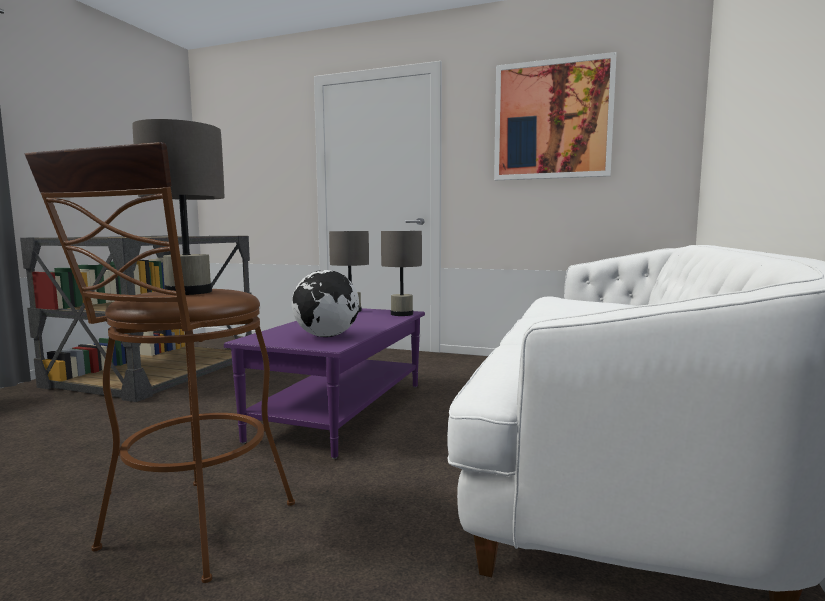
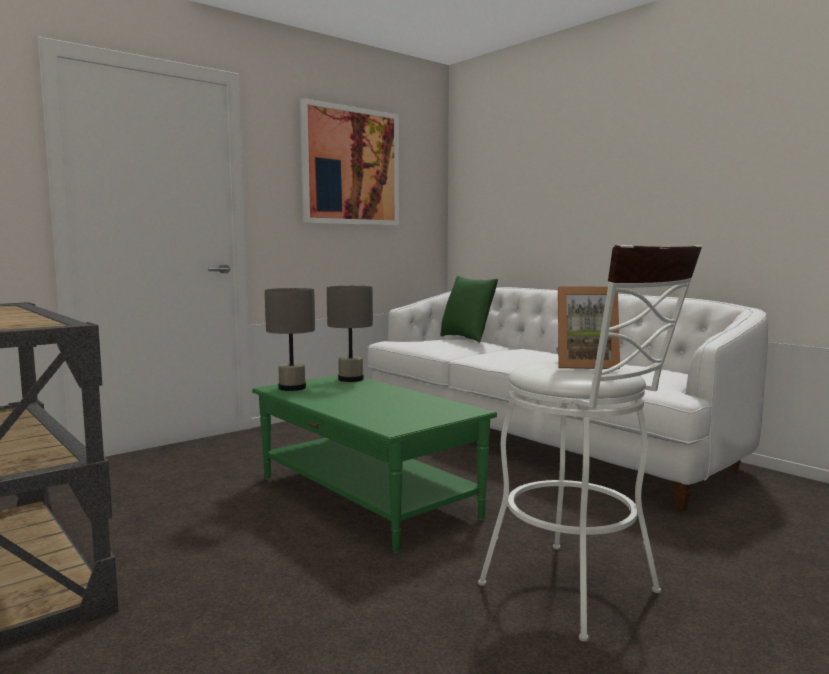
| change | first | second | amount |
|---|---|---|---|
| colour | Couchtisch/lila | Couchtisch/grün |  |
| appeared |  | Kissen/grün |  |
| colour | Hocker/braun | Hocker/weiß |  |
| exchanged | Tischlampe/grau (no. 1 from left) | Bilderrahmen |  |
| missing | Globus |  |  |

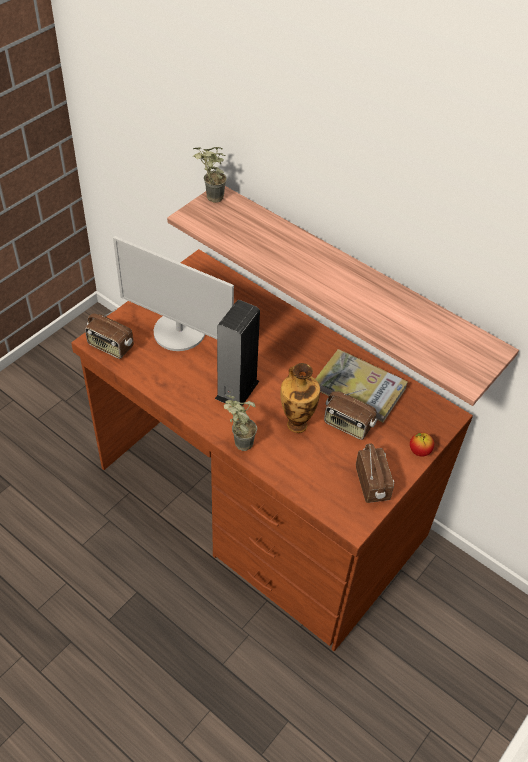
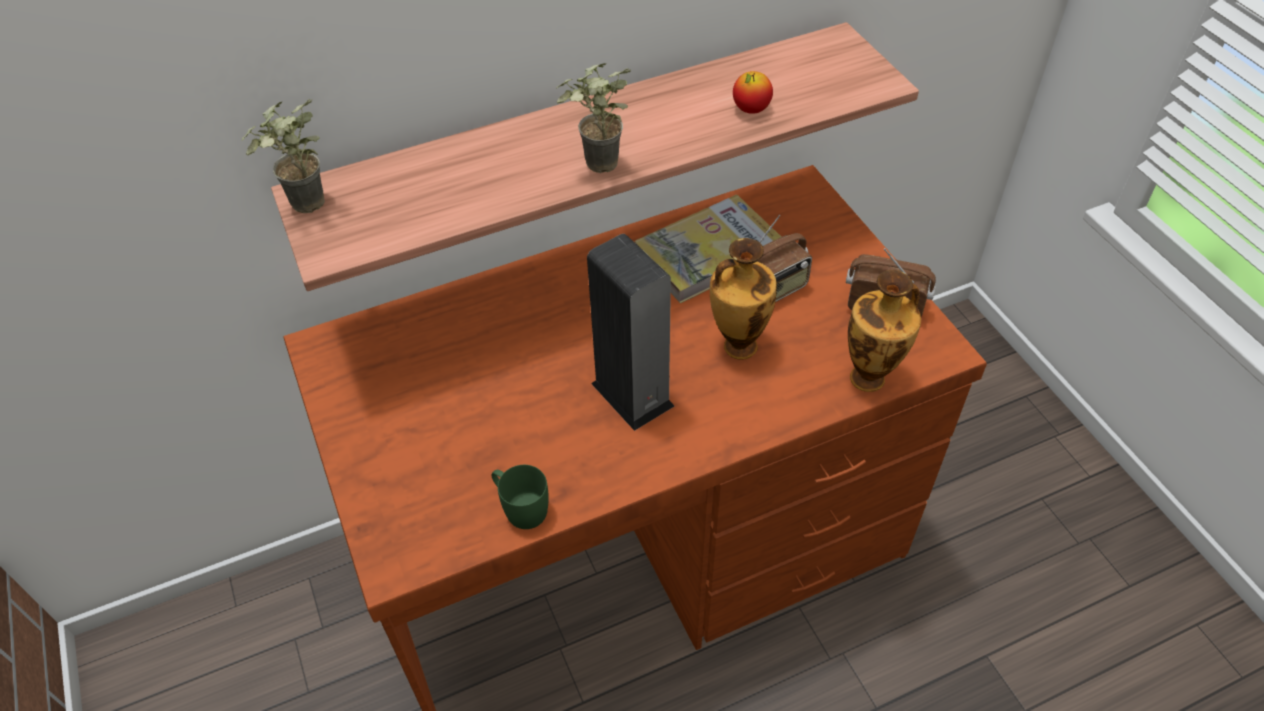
| change | first | second | amount |
|---|---|---|---|
| appeared |  | Henkelbecher/grün |  |
| relocated | Topfpflanze (no. 2 from left) |  |  |
| relocated | Apfel |  |  |
| appeared |  | Vase (no. 2 from left) |  |
| missing | Radio (no. 1 from left) |  |  |
| missing | Monitor |  |  |

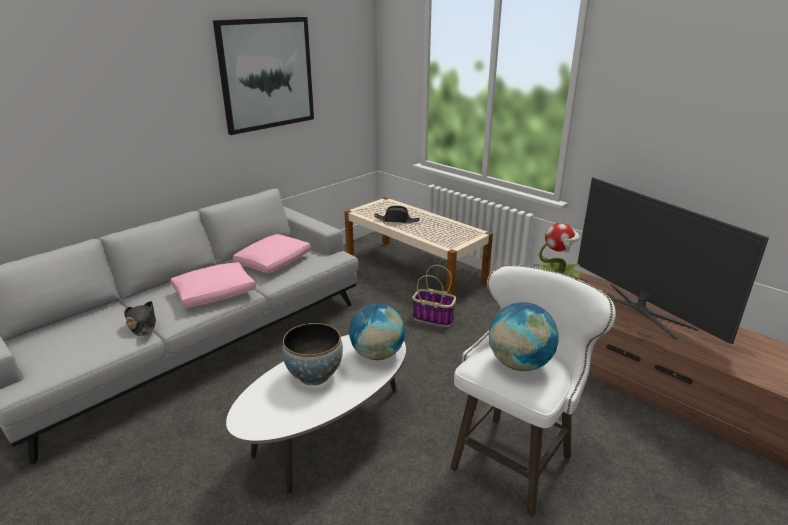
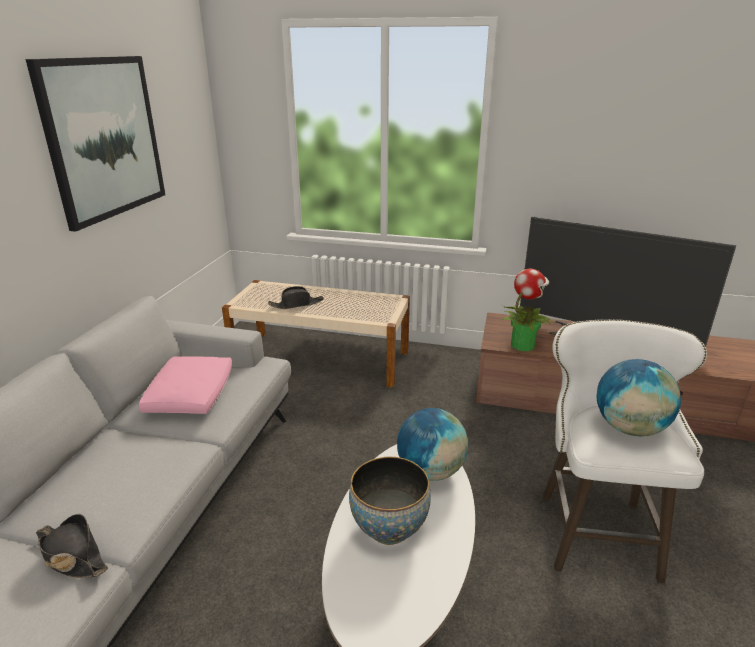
| change | first | second | amount |
|---|---|---|---|
| missing | Kissen/rosa (no. 1 from left) |  |  |
| missing | Korb |  |  |

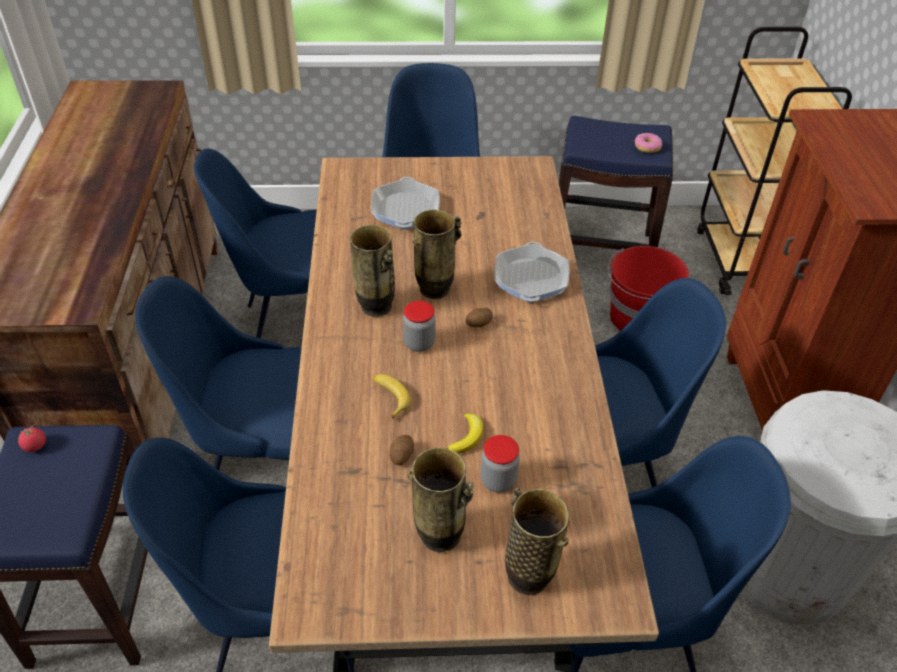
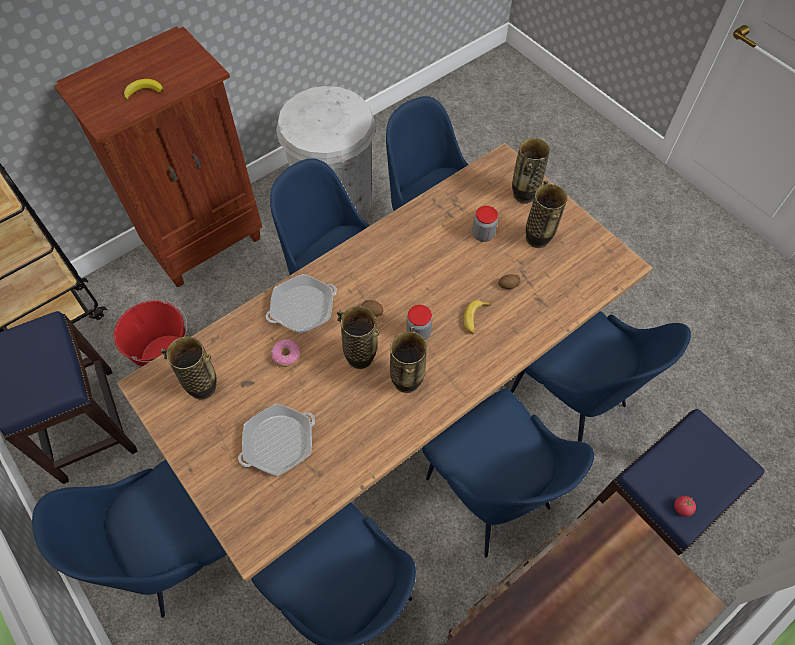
| change | first | second | amount |
|---|---|---|---|
| relocated | Banane (no. 2 from left in the first image) | Banane (no. 1 from left) |  |
| appeared |  | Vase (no. 1 from left) |  |
| relocated | Donut |  |  |

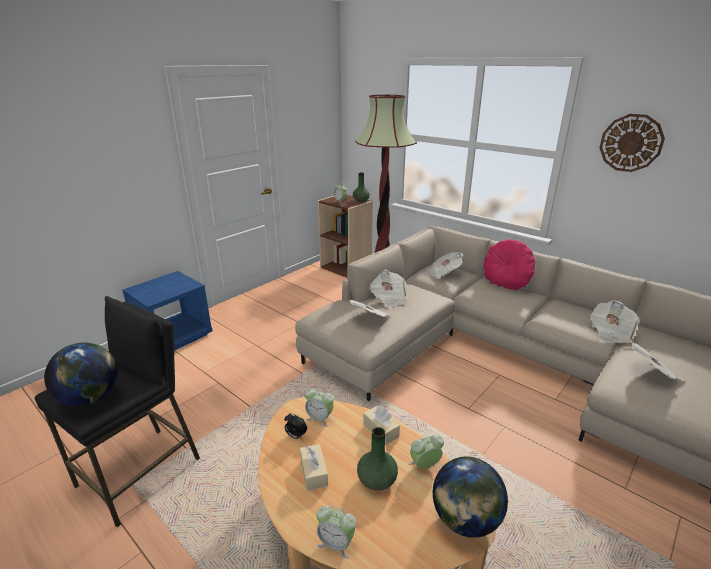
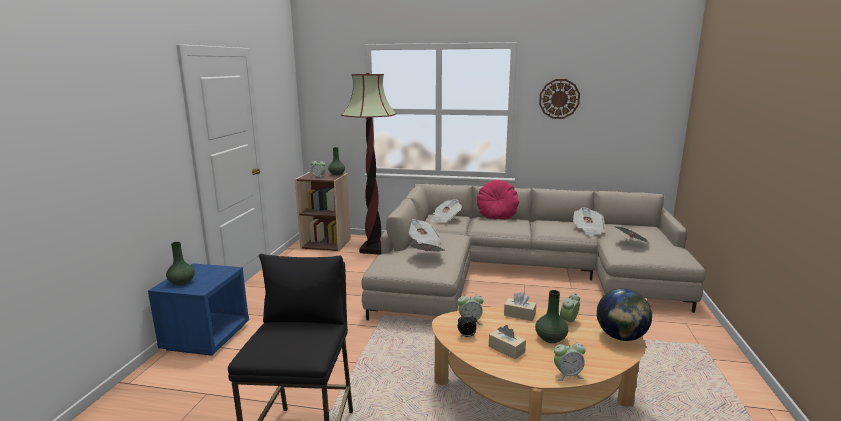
| change | first | second | amount |
|---|---|---|---|
| appeared |  | Vase/grün (no. 1 from left) |  |
| missing | Globus (no. 1 from left) |  |  |

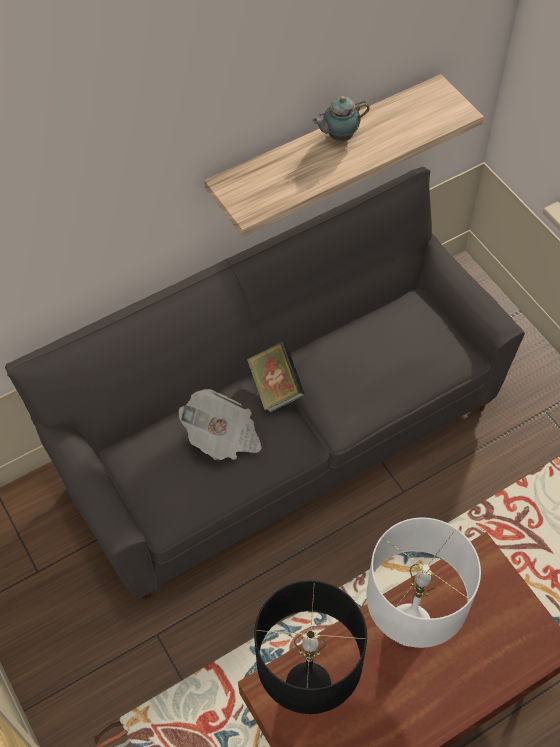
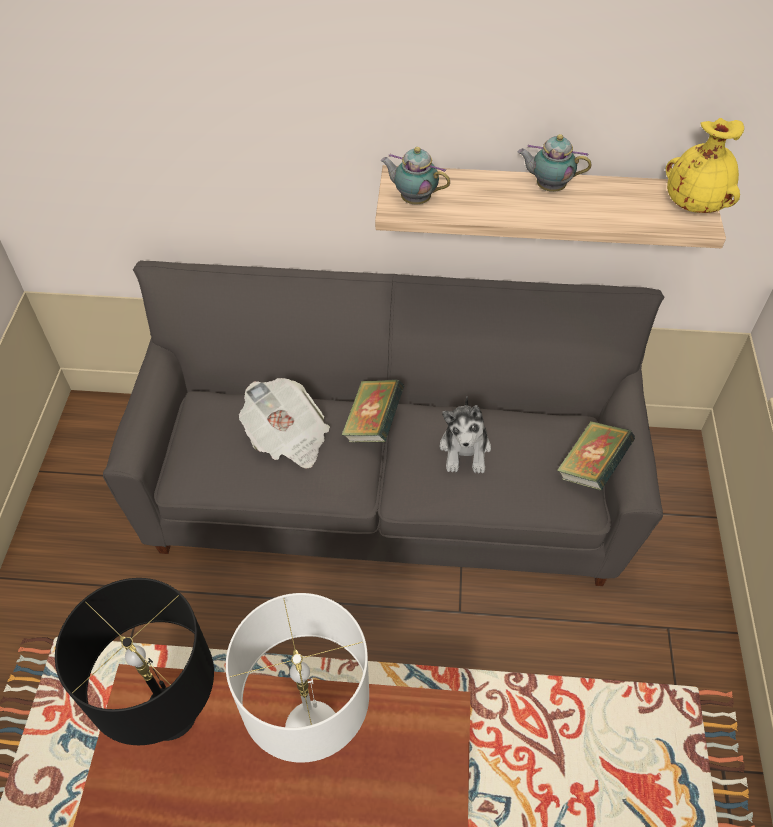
| change | first | second | amount |
|---|---|---|---|
| appeared |  | Teekanne (no. 1 from left) |  |
| appeared |  | Plüschtier |  |
| appeared |  | Buch (no. 2 from left) |  |
| appeared |  | Vase/gelb |  |

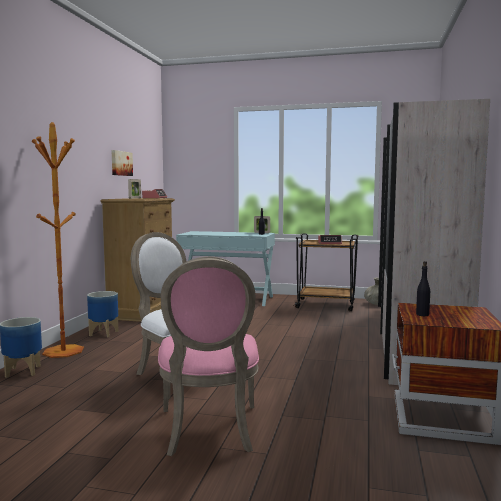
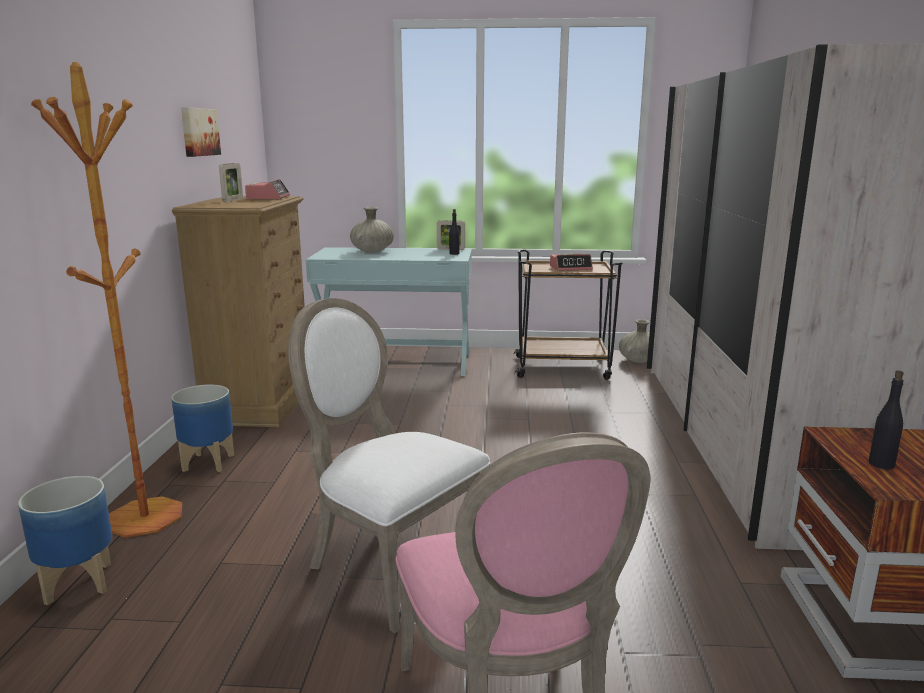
| change | first | second | amount |
|---|---|---|---|
| appeared |  | Vase/beige (no. 1 from left) |  |

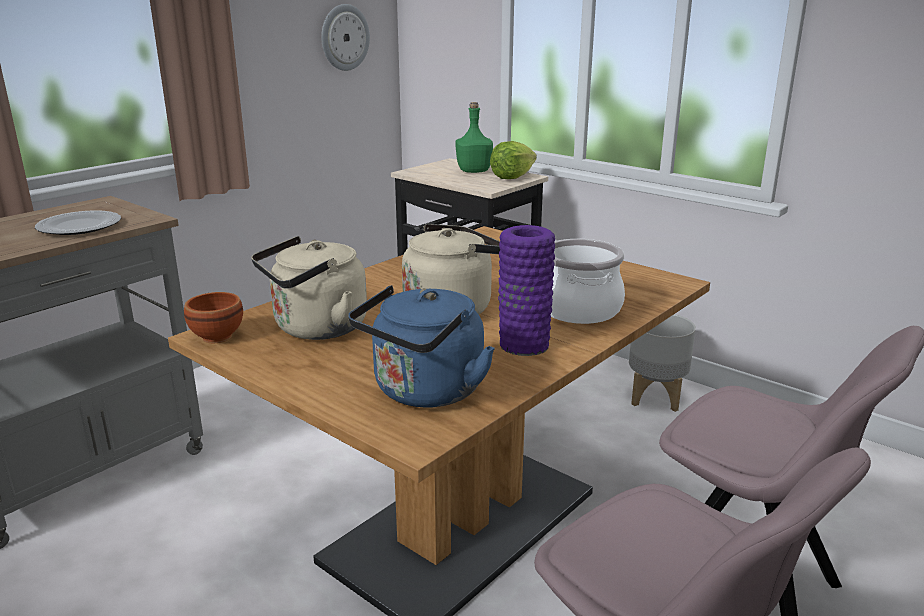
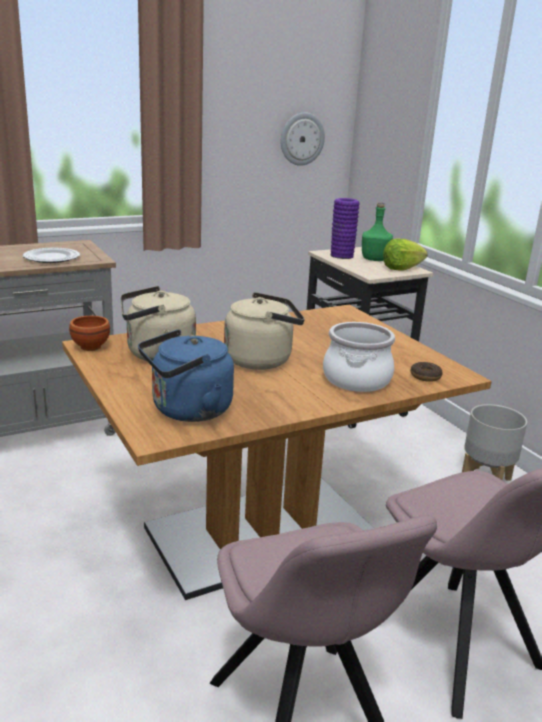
| change | first | second | amount |
|---|---|---|---|
| relocated | Vase/lila |  |  |
| appeared |  | Donut |  |

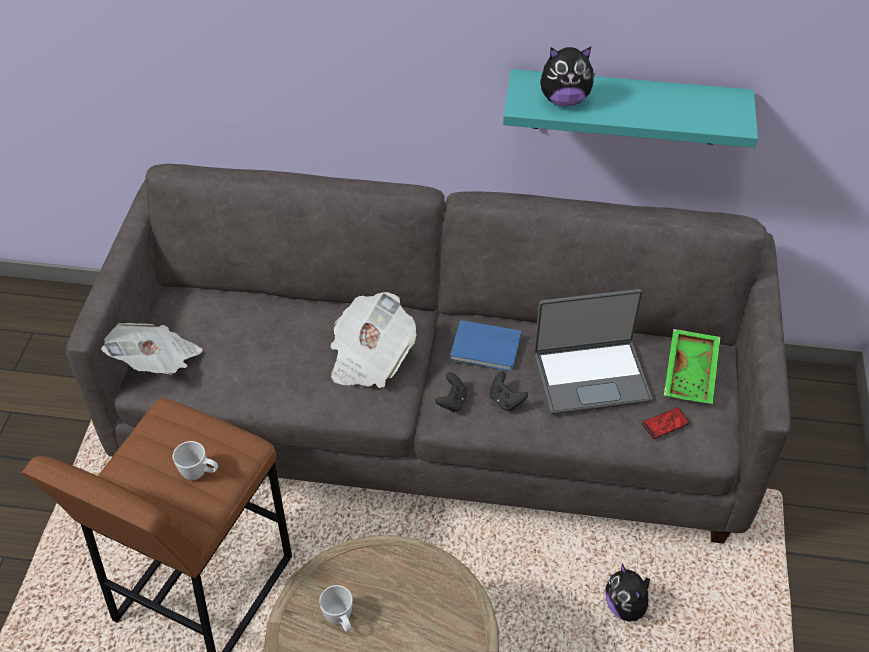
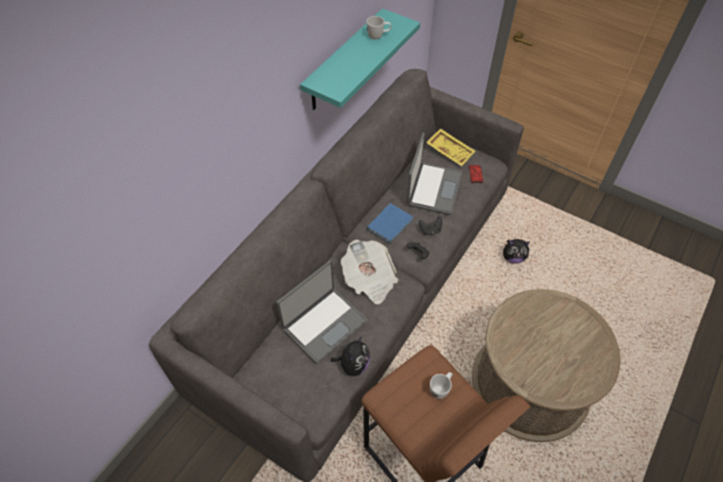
| change | first | second | amount |
|---|---|---|---|
| appeared |  | Laptop (no. 1 from left) |  |
| relocated | Plüschtier (no. 1 from left) |  |  |
| relocated | Henkelbecher/weiß (no. 2 from left in the first image) | Henkelbecher/weiß (no. 1 from left) |  |
| colour | Tablett/grün | Tablett/gelb |  |
| missing | Zeitung (no. 1 from left) |  |  |

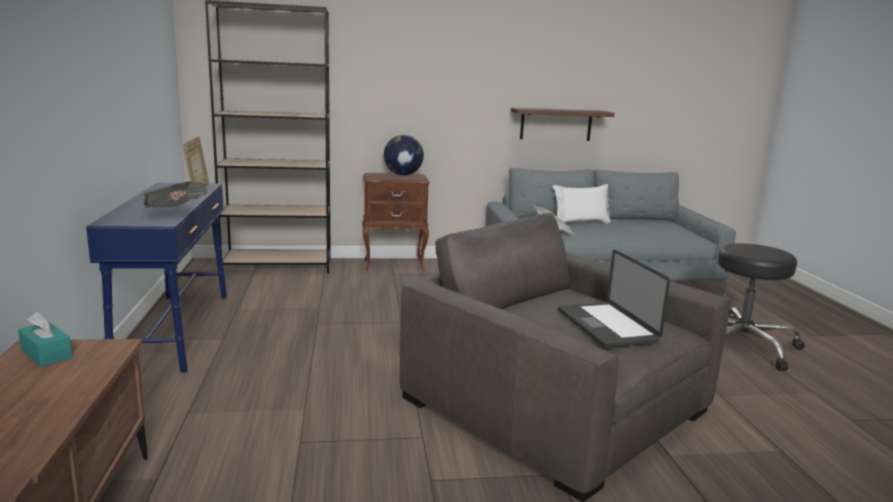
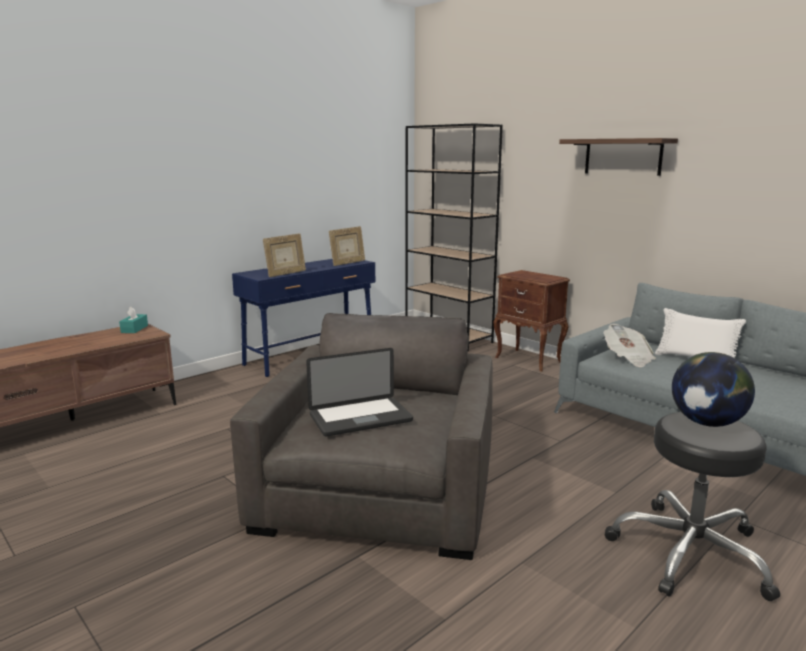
| change | first | second | amount |
|---|---|---|---|
| exchanged | Zeitung (no. 1 from left) | Bilderrahmen (no. 1 from left) |  |
| spun | Laptop |  | 150 degrees counterclockwise |
| relocated | Wandregal |  |  |
| relocated | Globus |  |  |

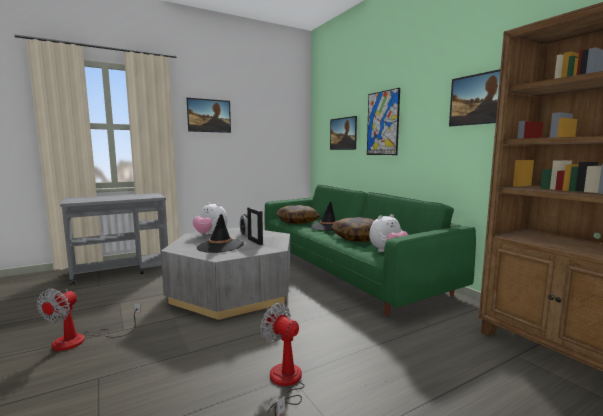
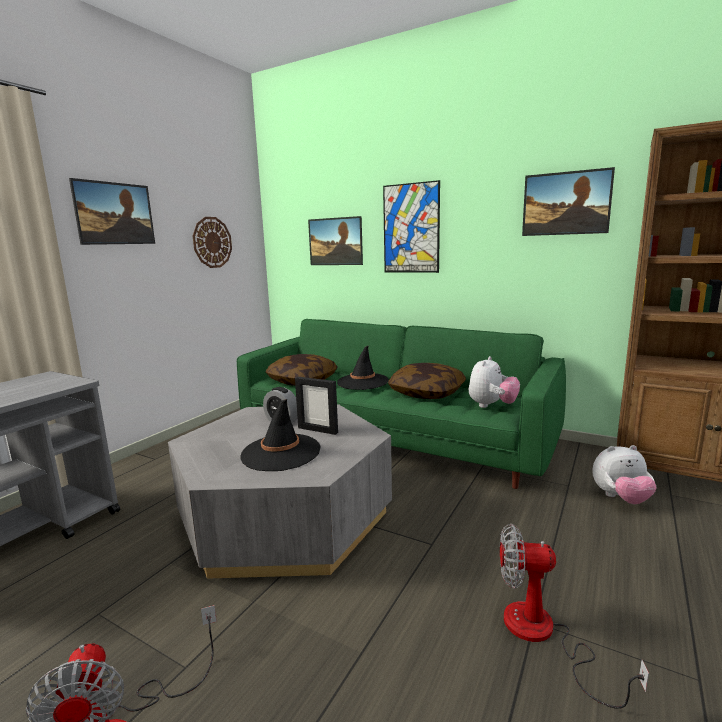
| change | first | second | amount |
|---|---|---|---|
| appeared |  | Wanduhr |  |
| relocated | Plüschtier (no. 1 from left in the first image) | Plüschtier (no. 2 from left) |  |

